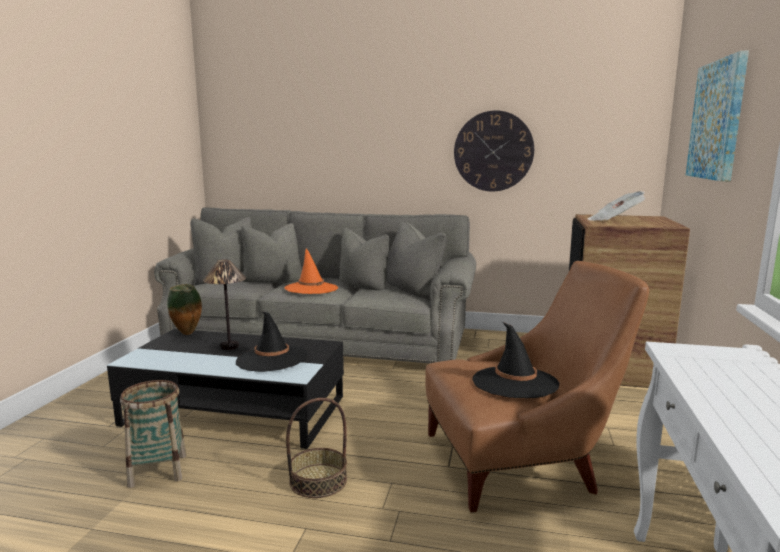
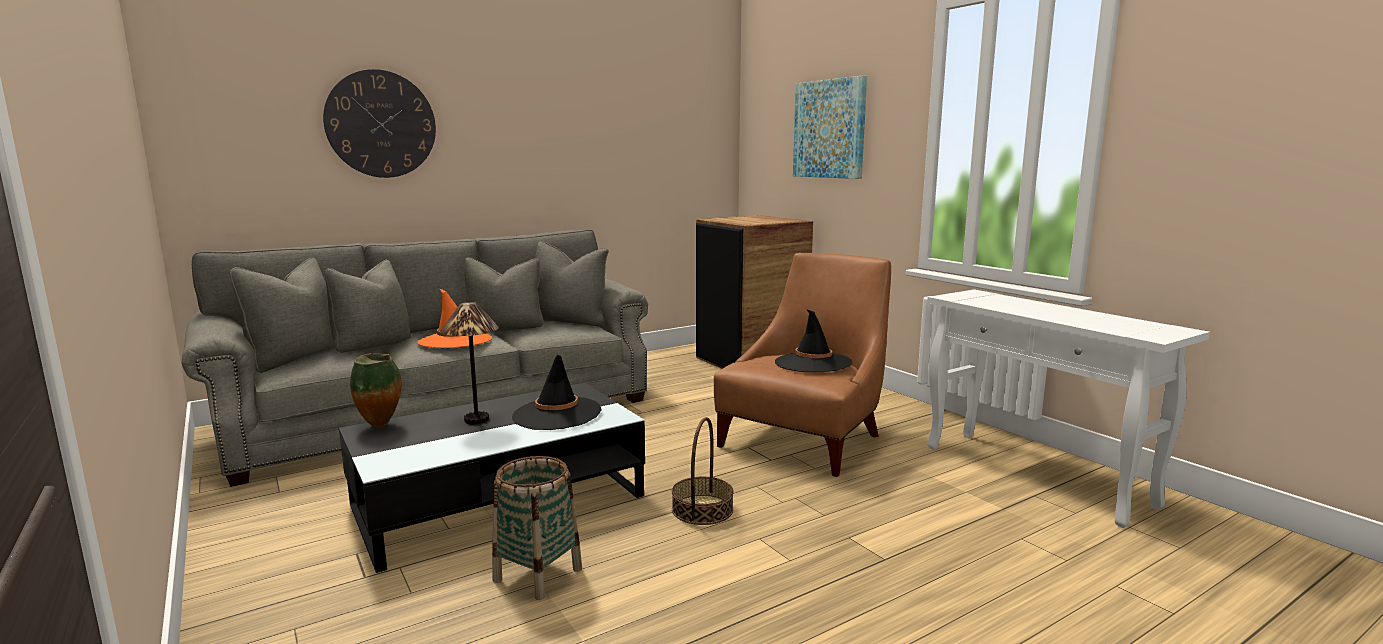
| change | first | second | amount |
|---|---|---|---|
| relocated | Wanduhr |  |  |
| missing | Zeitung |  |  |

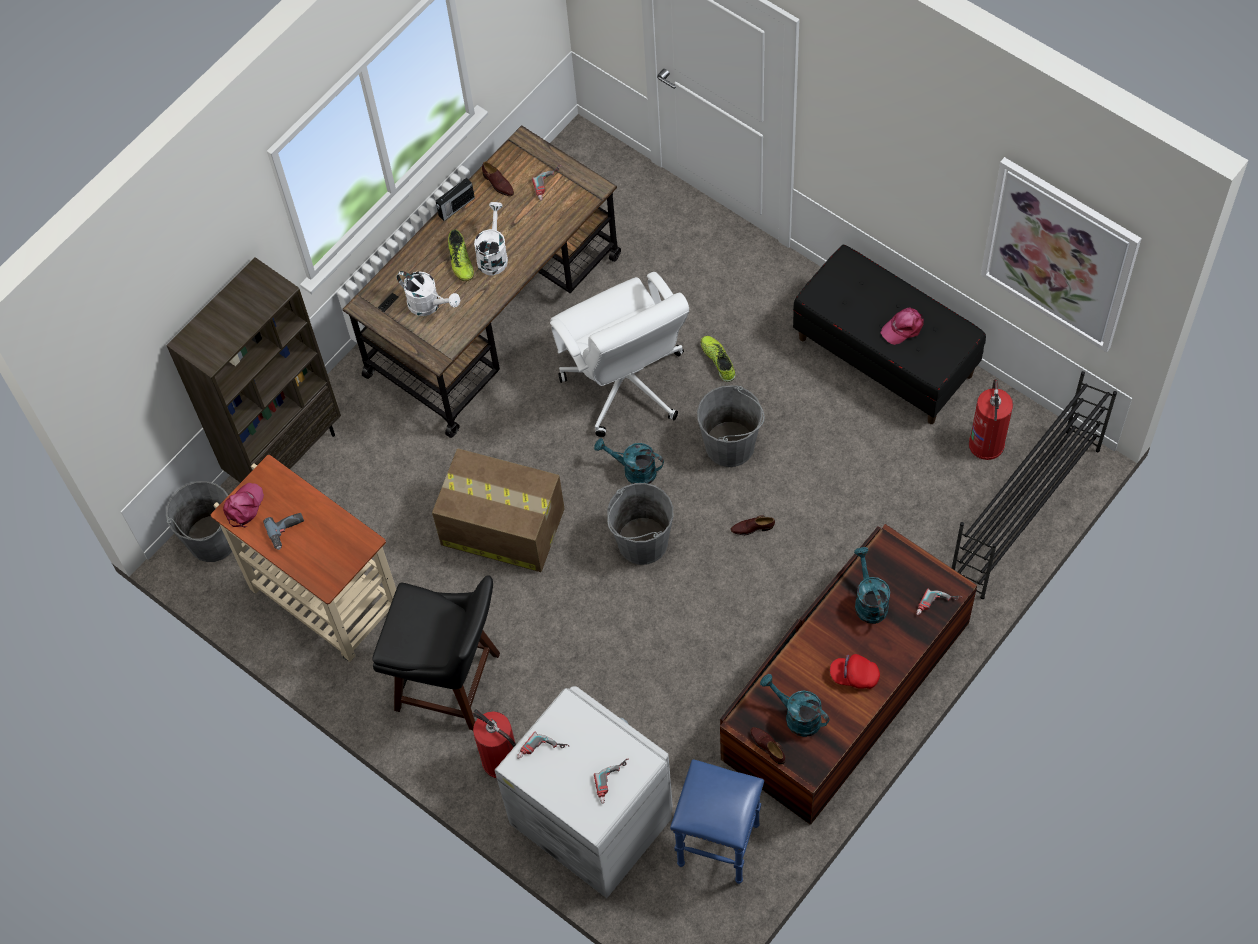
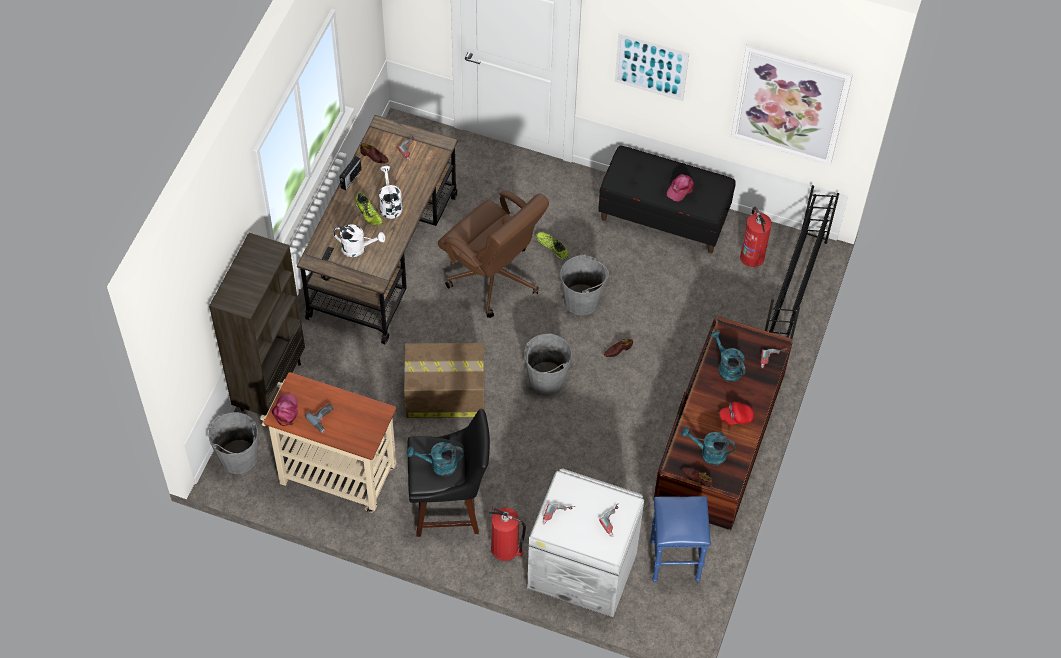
| change | first | second | amount |
|---|---|---|---|
| relocated | Gießkanne/türkis (no. 1 from left) |  |  |
| colour | Bürostuhl/weiß | Bürostuhl/braun |  |
| appeared |  | Bild (no. 1 from left) |  |

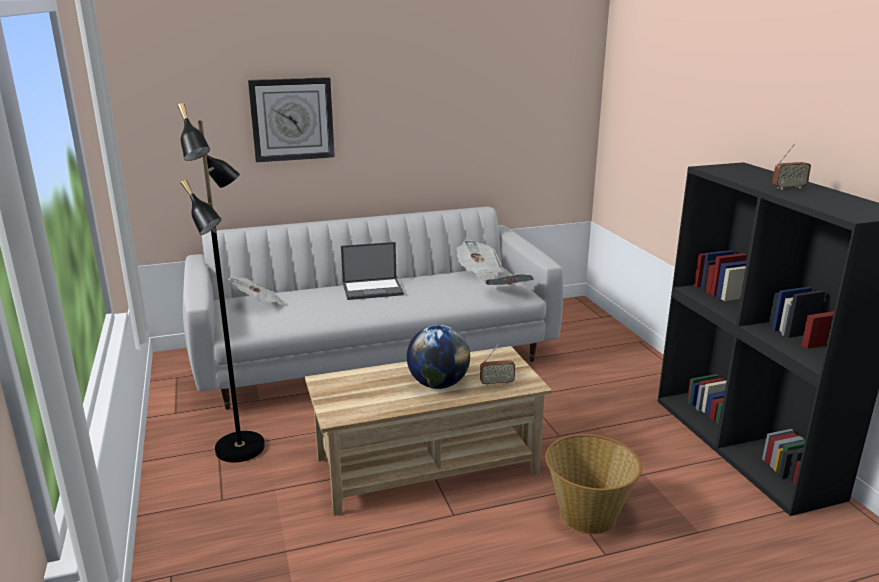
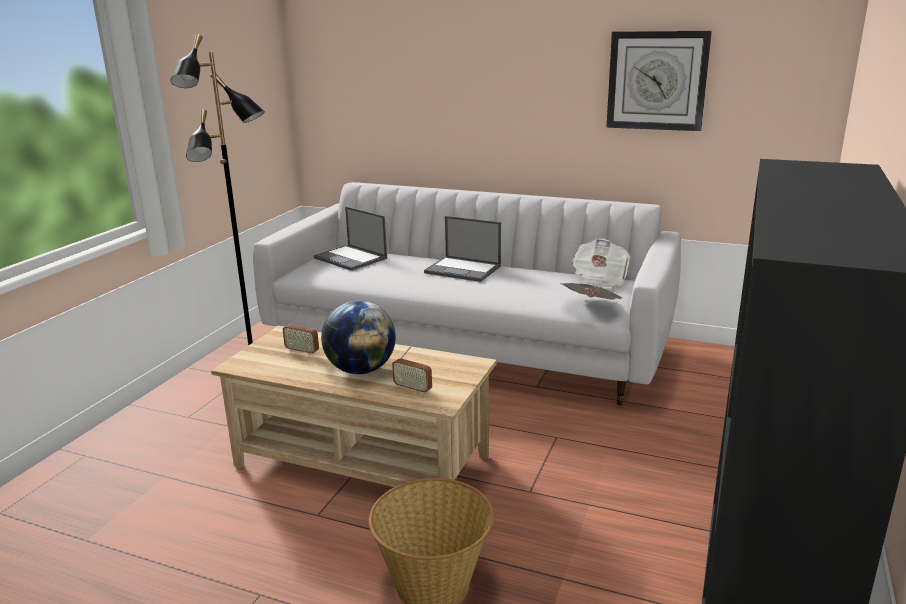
| change | first | second | amount |
|---|---|---|---|
| relocated | Radio (no. 2 from left in the first image) | Radio (no. 1 from left) |  |
| exchanged | Zeitung (no. 1 from left) | Laptop (no. 1 from left) |  |
| relocated | Wanduhr |  |  |

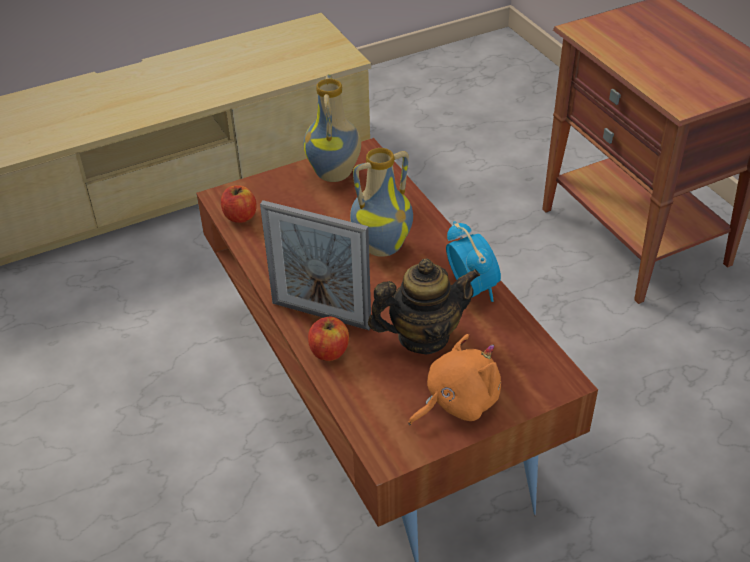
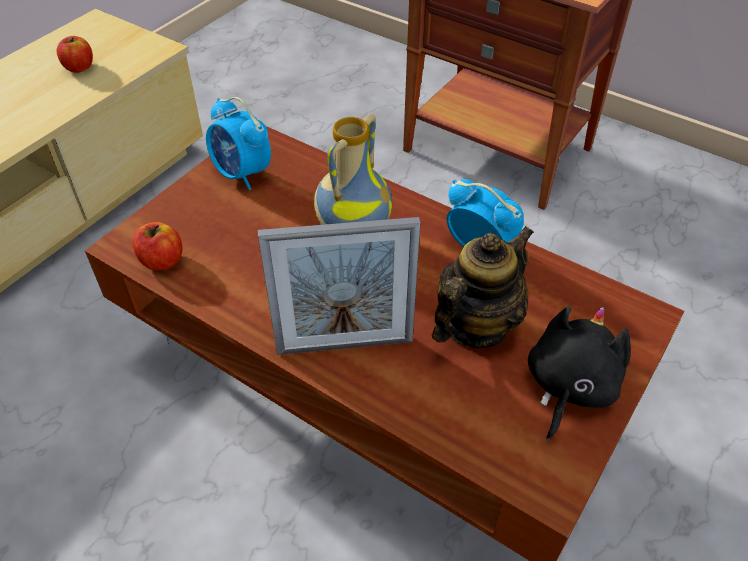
| change | first | second | amount |
|---|---|---|---|
| relocated | Apfel (no. 2 from left in the first image) | Apfel (no. 1 from left) |  |
| exchanged | Vase (no. 1 from left) | Wecker (no. 1 from left) |  |
| colour | Plüschtier/orange | Plüschtier/schwarz |  |

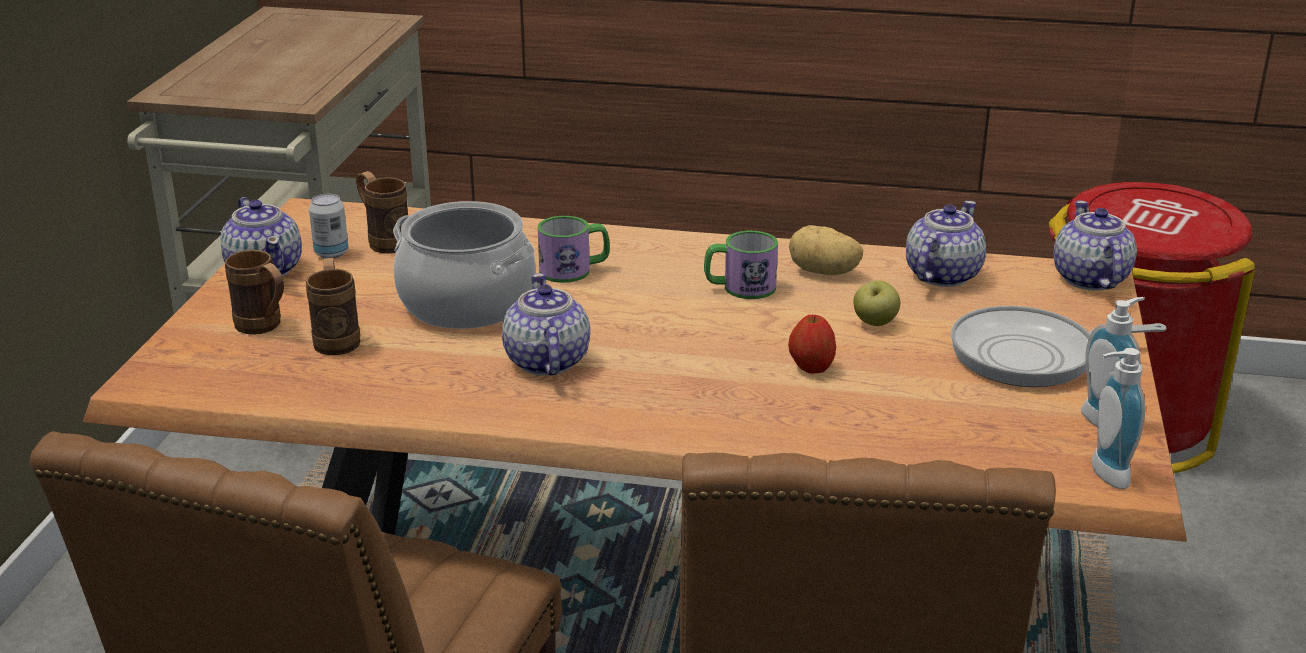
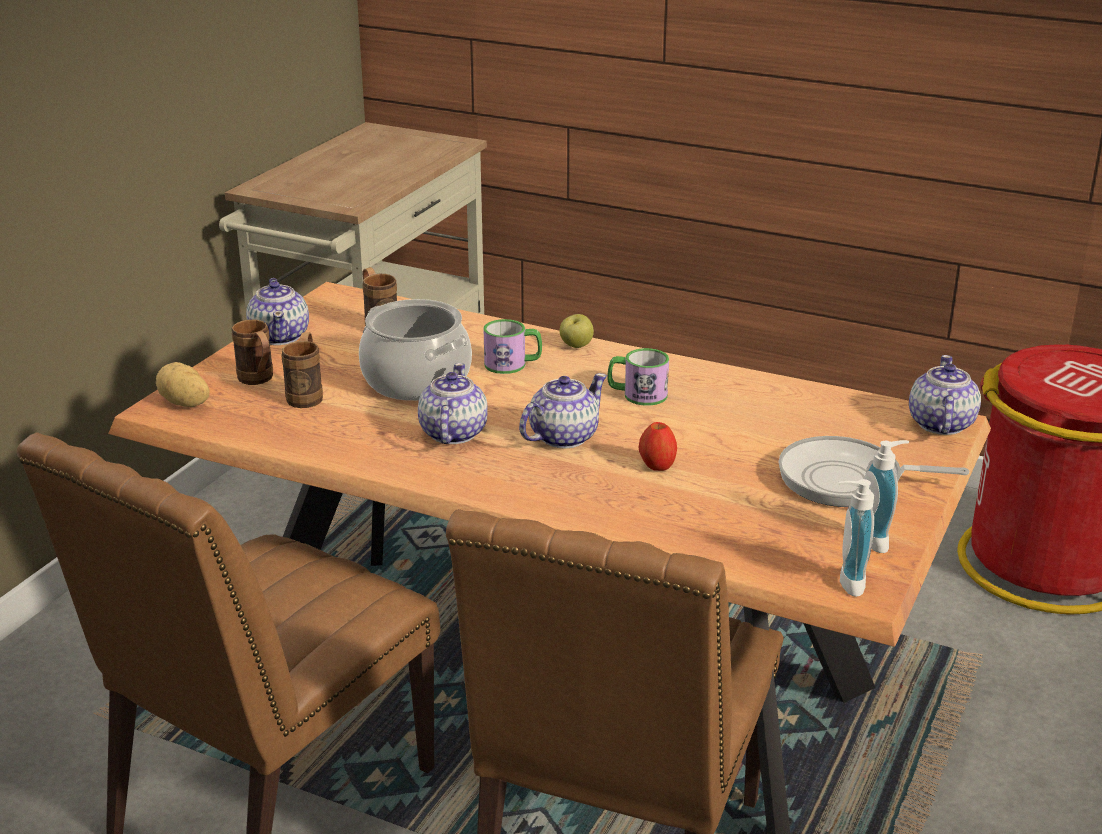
| change | first | second | amount |
|---|---|---|---|
| relocated | Kartoffel |  |  |
| relocated | Teekanne (no. 3 from left) |  |  |
| relocated | Apfel (no. 2 from left in the first image) | Apfel (no. 1 from left) |  |
| missing | Dose |  |  |

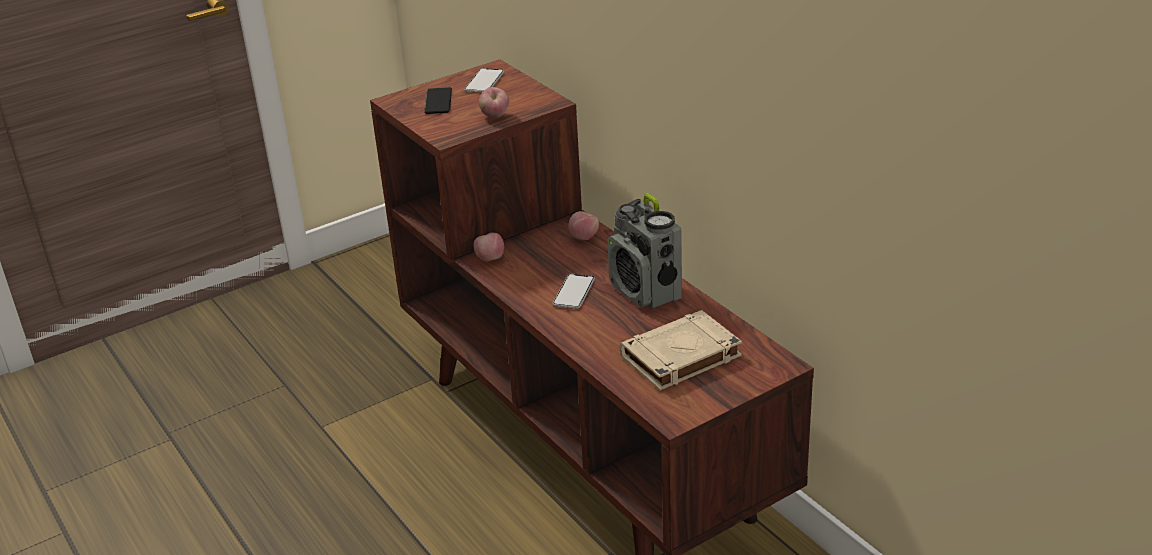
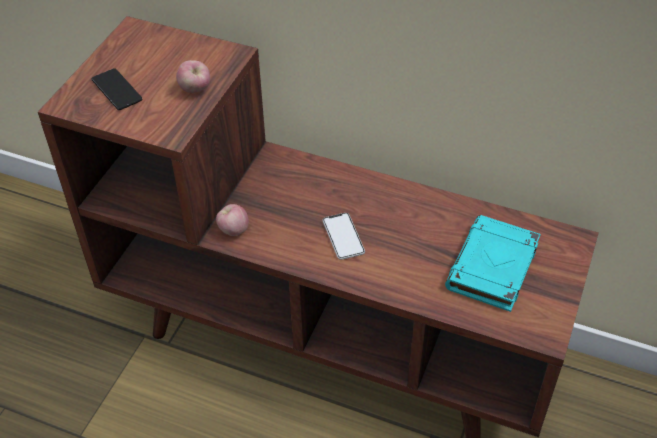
| change | first | second | amount |
|---|---|---|---|
| colour | Buch/beige | Buch/türkis |  |
| missing | Handy (no. 2 from left) |  |  |
| missing | Apfel (no. 3 from left) |  |  |
| missing | Radio |  |  |

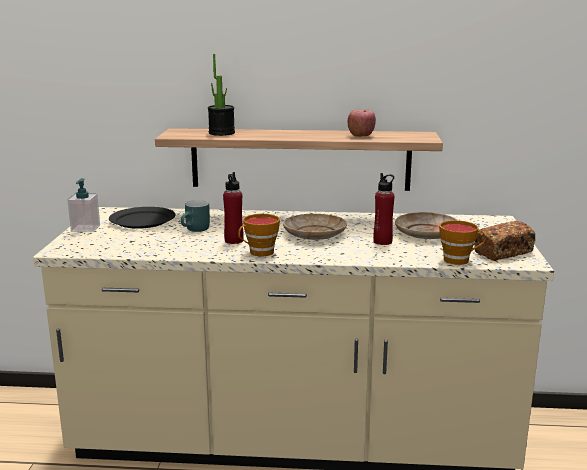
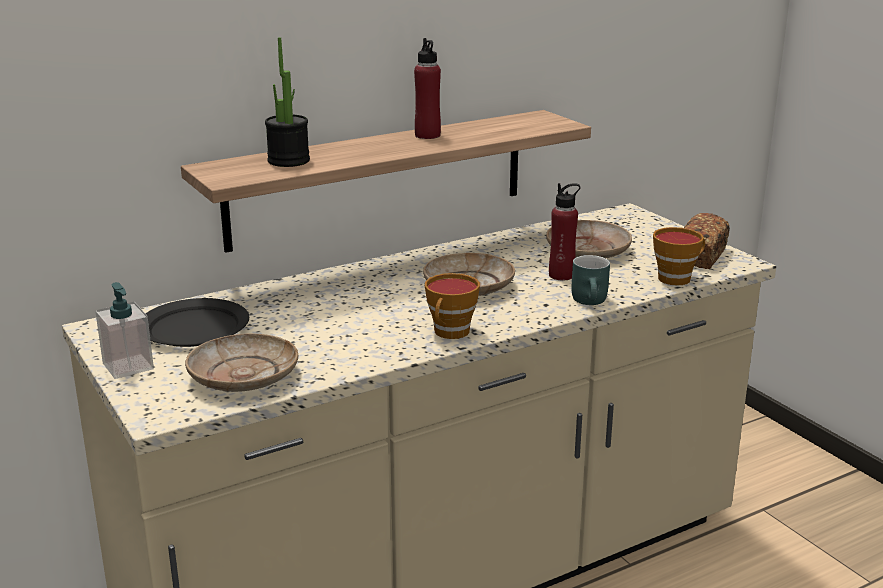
| change | first | second | amount |
|---|---|---|---|
| appeared |  | Teller/beige (no. 1 from left) |  |
| relocated | Flasche/rot (no. 1 from left) |  |  |
| relocated | Henkelbecher/türkis |  |  |
| missing | Apfel |  |  |

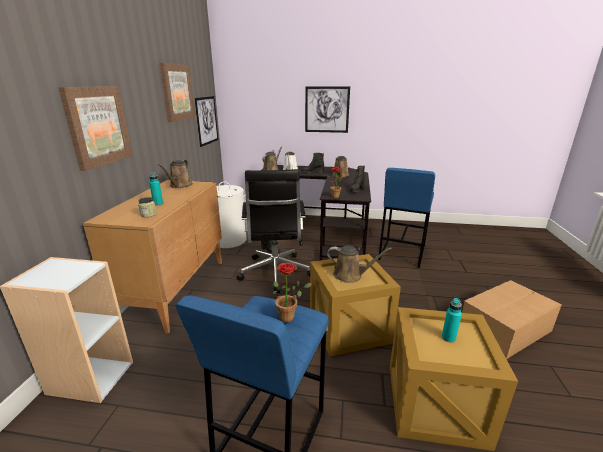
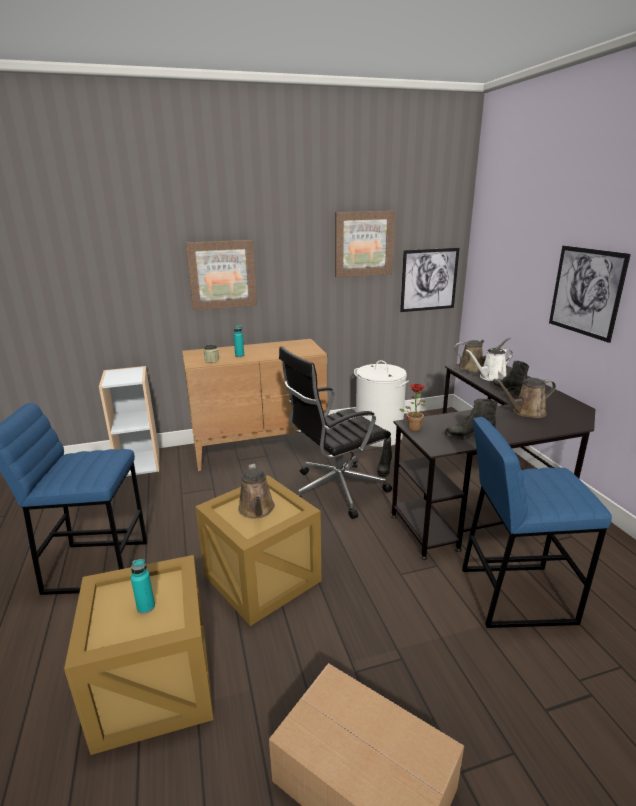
| change | first | second | amount |
|---|---|---|---|
| missing | Gießkanne/braun (no. 1 from left) |  |  |
| missing | Topfpflanze (no. 1 from left) |  |  |

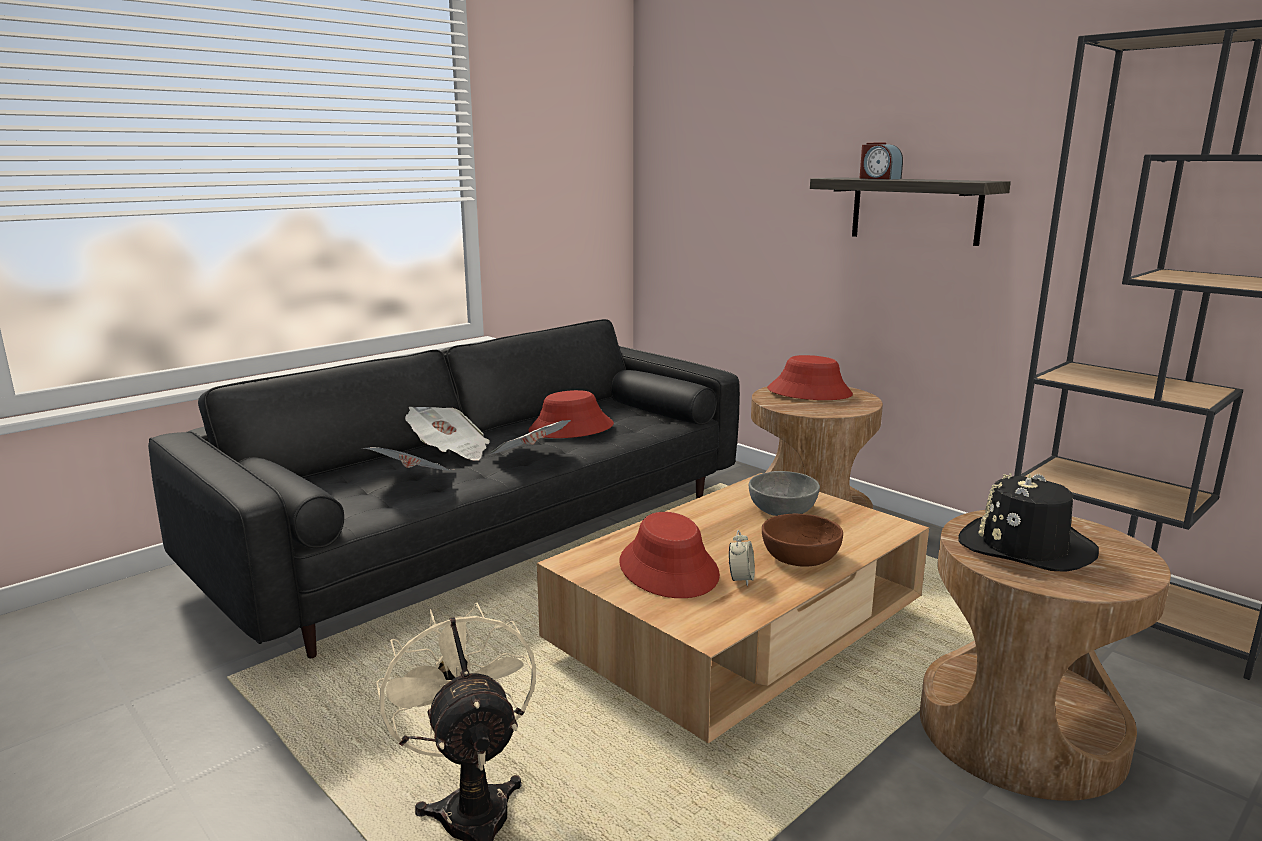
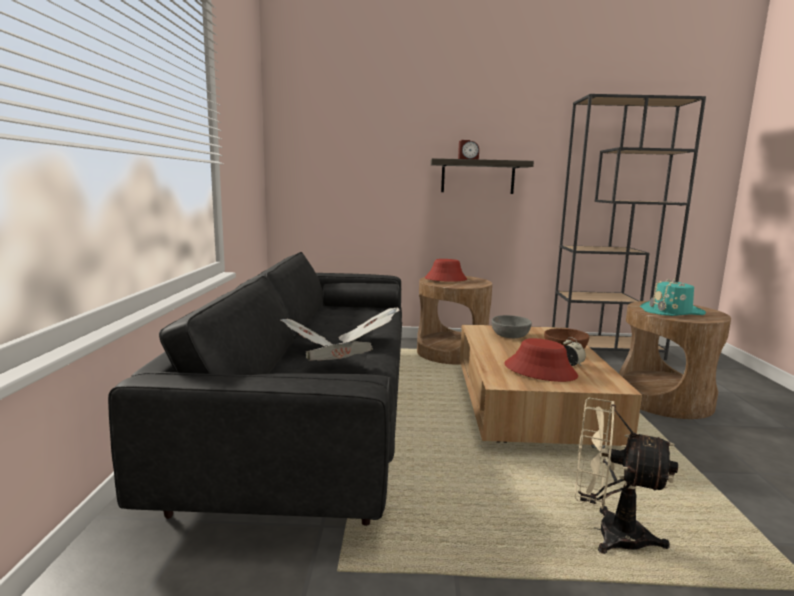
| change | first | second | amount |
|---|---|---|---|
| colour | Hut/schwarz | Hut/türkis |  |
| missing | Hut/rot (no. 1 from left) |  |  |

